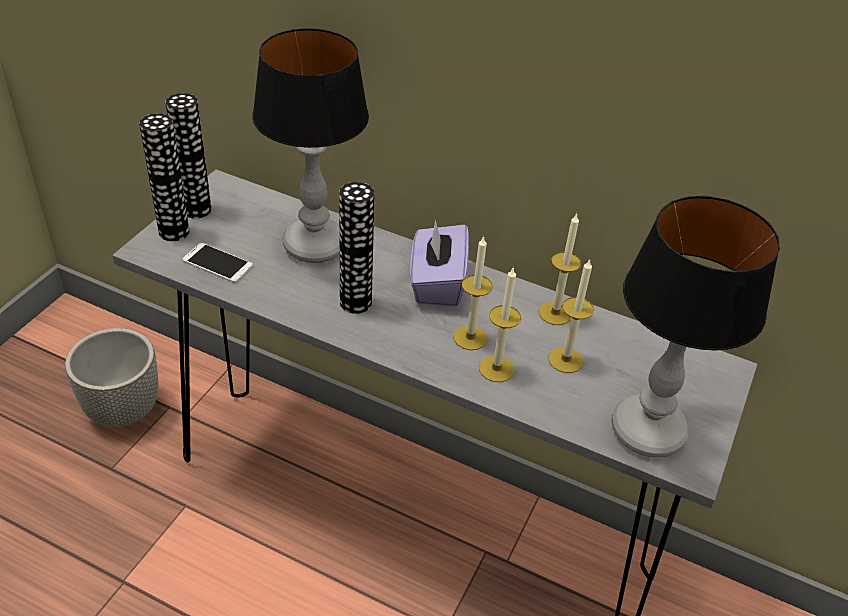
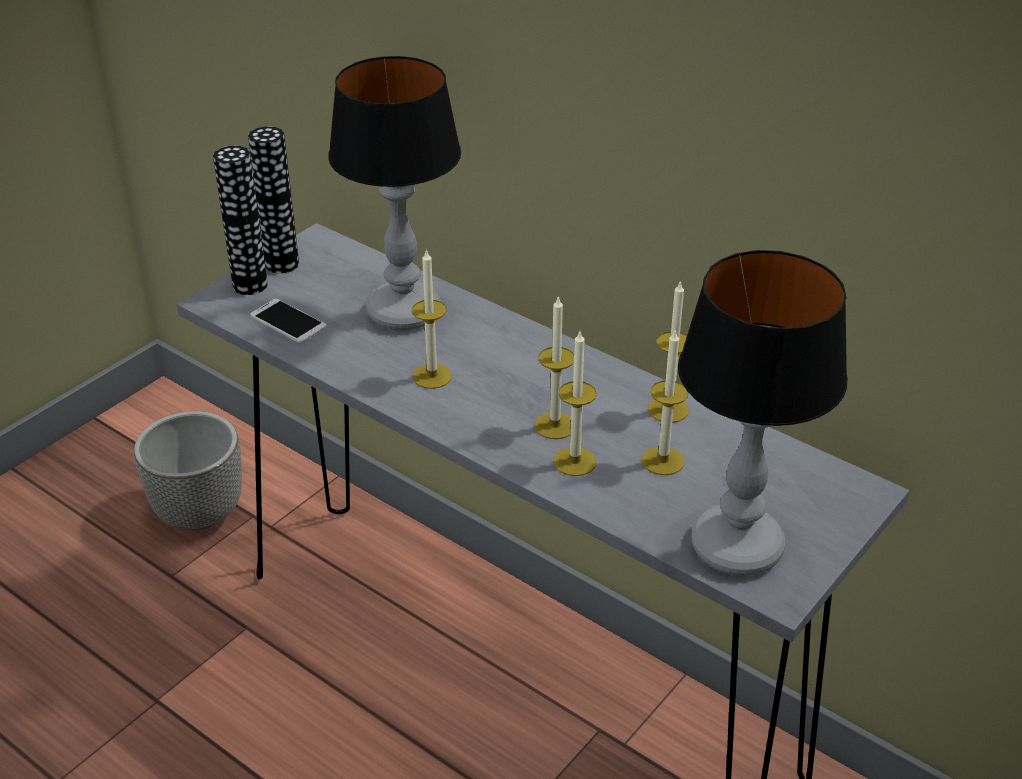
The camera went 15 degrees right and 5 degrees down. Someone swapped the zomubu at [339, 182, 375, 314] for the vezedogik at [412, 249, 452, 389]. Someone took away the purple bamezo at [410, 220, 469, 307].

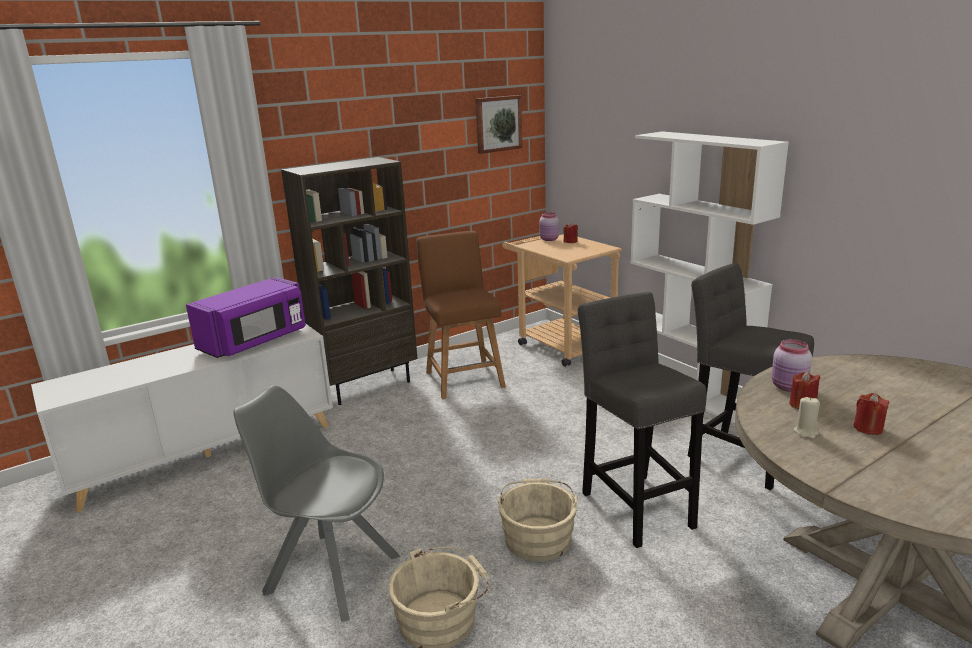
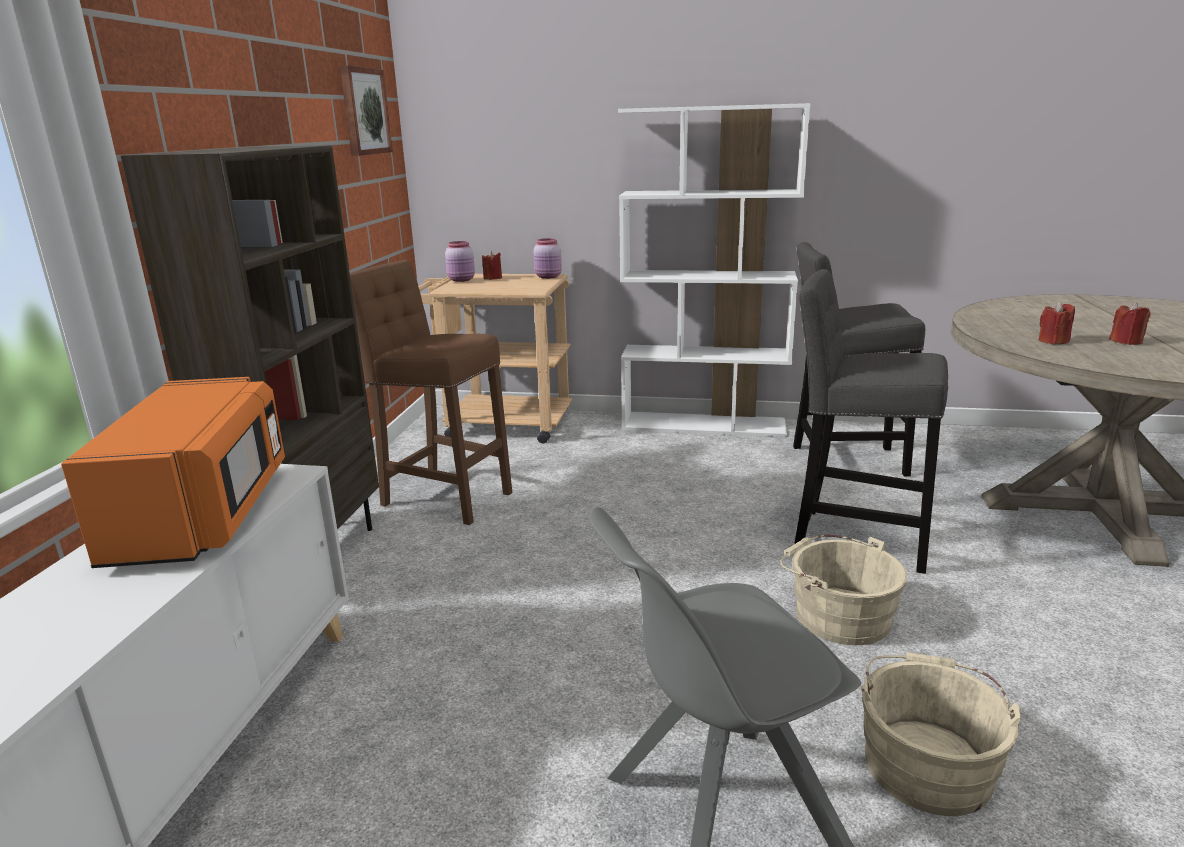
The camera went 45 degrees left and 0 degrees up. Someone repainted the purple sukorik at [186, 277, 306, 358], which became the orange sukorik at [61, 377, 285, 568]. Someone swapped the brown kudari at [416, 231, 506, 399] for the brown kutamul at [350, 260, 512, 525]. Someone carried the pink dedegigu from [771, 339, 812, 392] to [534, 238, 562, 279]. Someone took away the beige vezedogik at [794, 397, 820, 439].

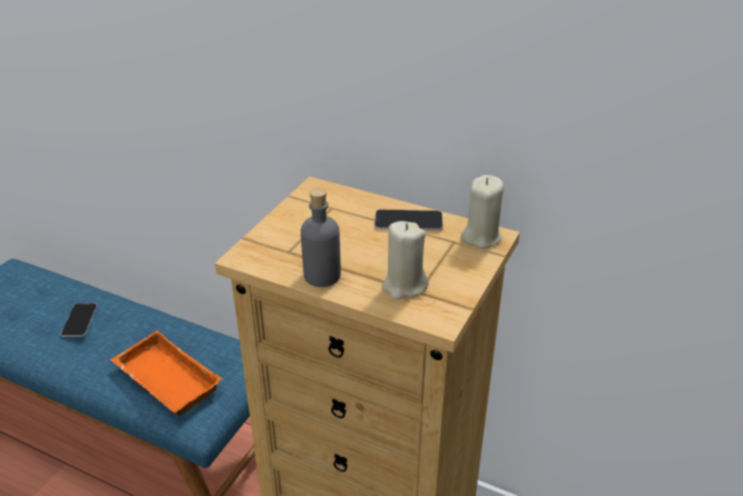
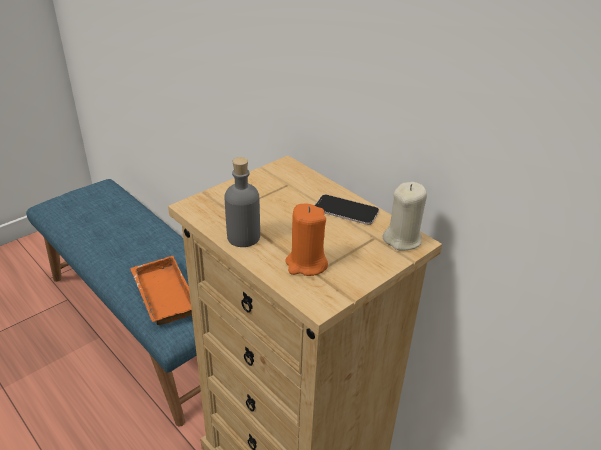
The camera went 20 degrees right and 0 degrees up. Someone repainted the beige vezedogik at [382, 221, 429, 300], which became the orange vezedogik at [285, 204, 328, 276]. Someone took away the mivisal at [61, 303, 98, 337].

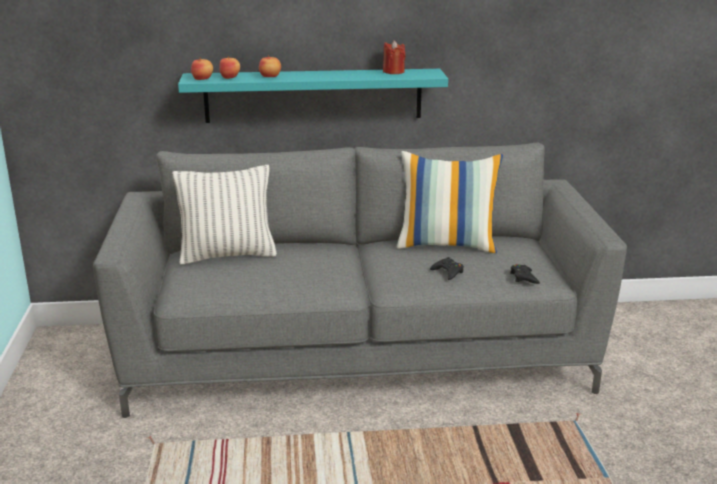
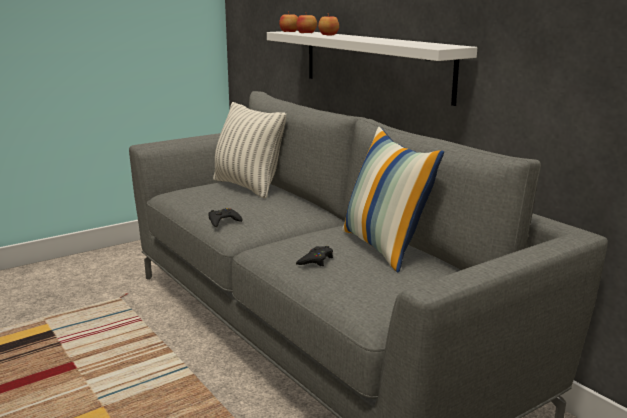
The camera went 60 degrees right and 5 degrees down. Someone carried the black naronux from [510, 264, 540, 284] to [208, 208, 243, 227]. Someone repainted the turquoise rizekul at [178, 69, 448, 123], which became the white rizekul at [267, 31, 477, 106]. Someone took away the red vezedogik at [383, 40, 406, 74].

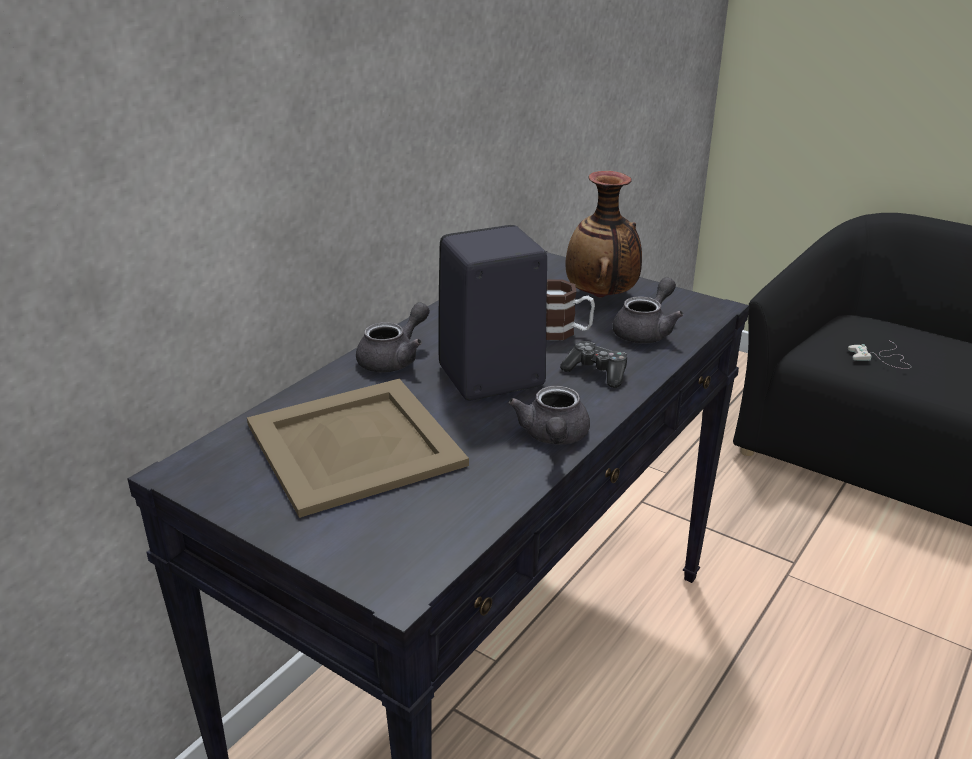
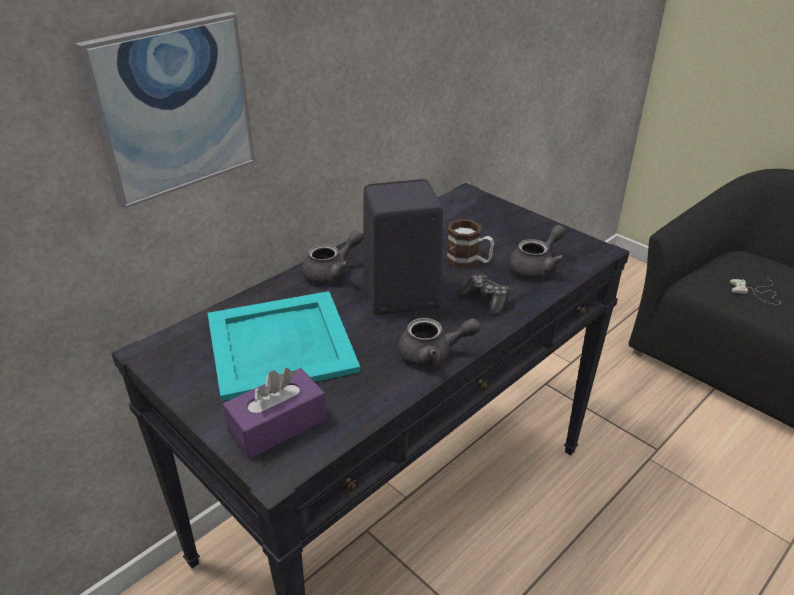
The camera went 10 degrees right and 5 degrees up. Someone put up the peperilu at [75, 12, 255, 209]. Someone repainted the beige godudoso at [247, 379, 469, 518], which became the turquoise godudoso at [208, 291, 361, 401]. Someone put down the purple bamezo at [222, 368, 327, 459]. Someone rotated the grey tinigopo at [508, 386, 590, 445] by 105 degrees counterclockwise. Someone took away the zomubu at [565, 171, 642, 297].

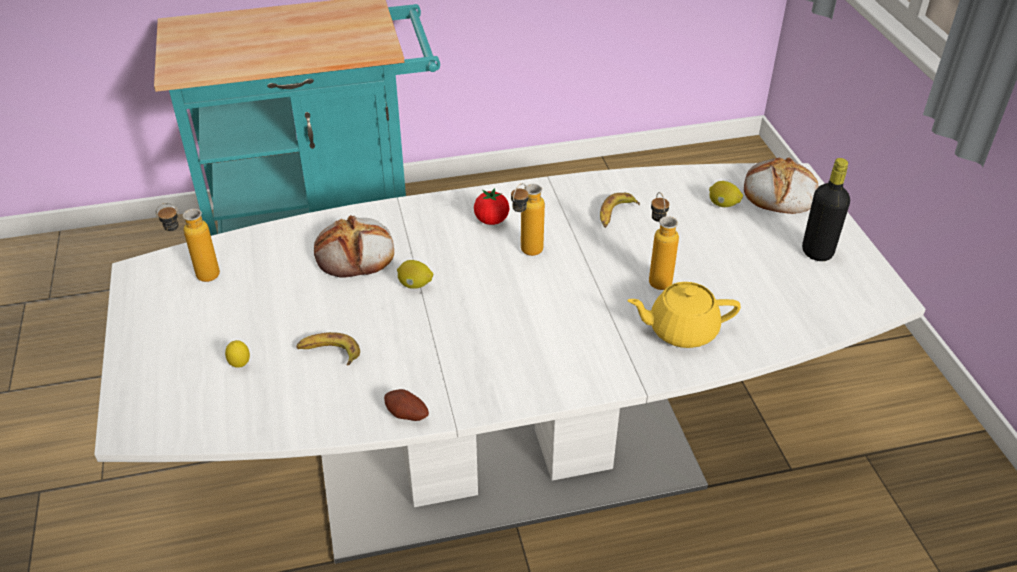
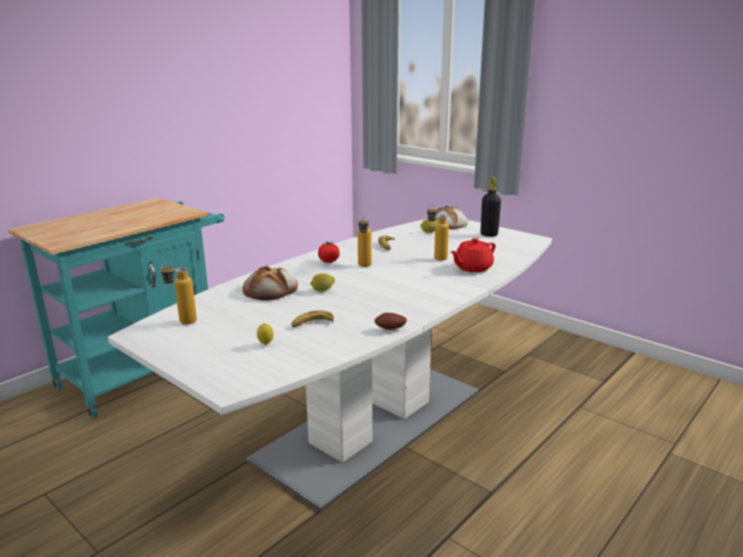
The camera went 35 degrees left and 20 degrees down. Someone repainted the yellow tinigopo at [627, 282, 741, 348], which became the red tinigopo at [450, 238, 495, 272].

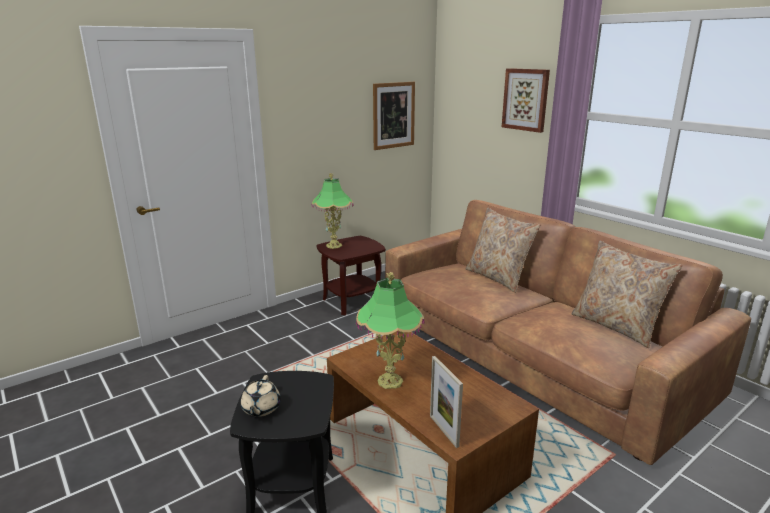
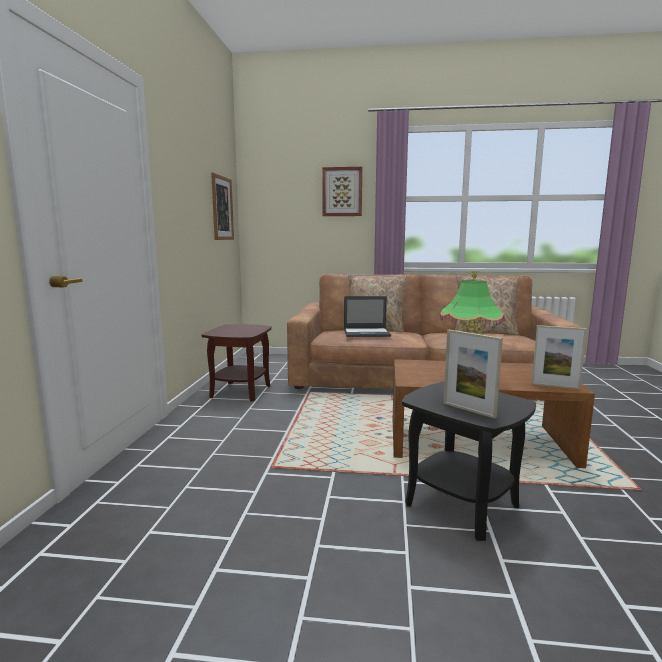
The camera went 45 degrees left and 10 degrees down. Someone put down the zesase at [344, 296, 391, 337]. Someone swapped the beige tinigopo at [241, 375, 281, 417] for the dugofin at [443, 330, 503, 419]. Someone took away the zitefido at [311, 173, 354, 249].

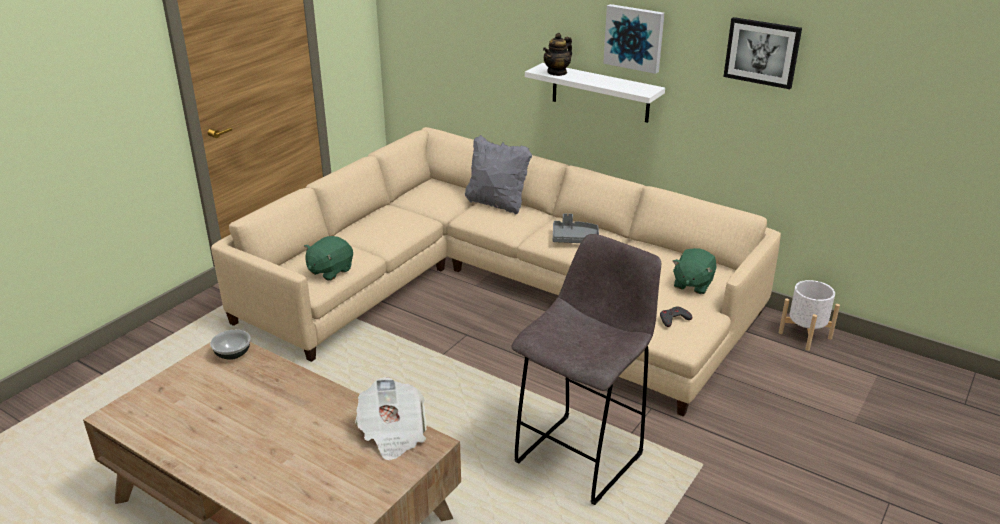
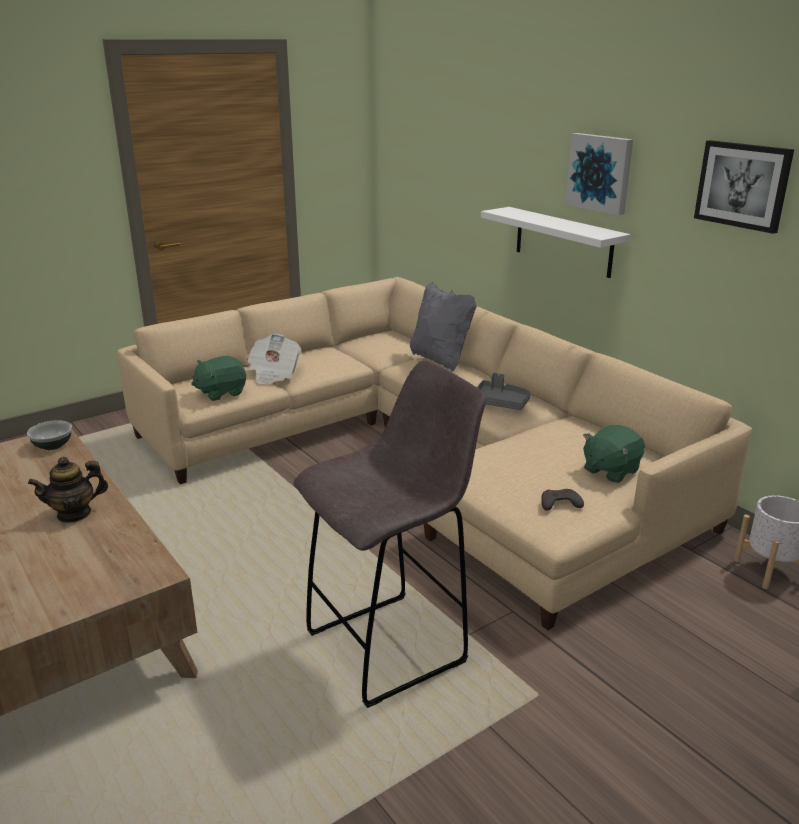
The camera went 20 degrees right and 5 degrees down. Someone carried the tinigopo from [543, 33, 572, 76] to [28, 457, 108, 523]. Someone carried the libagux from [355, 377, 427, 460] to [247, 334, 302, 384].

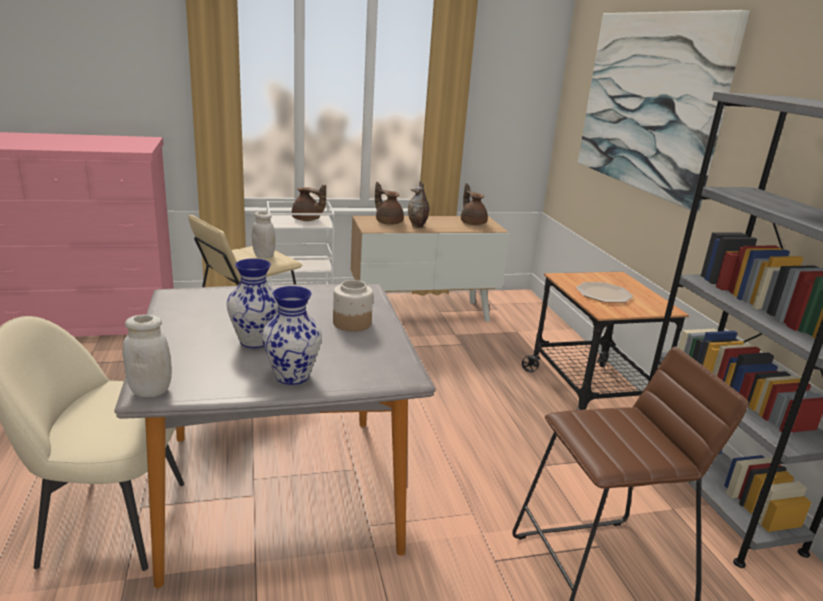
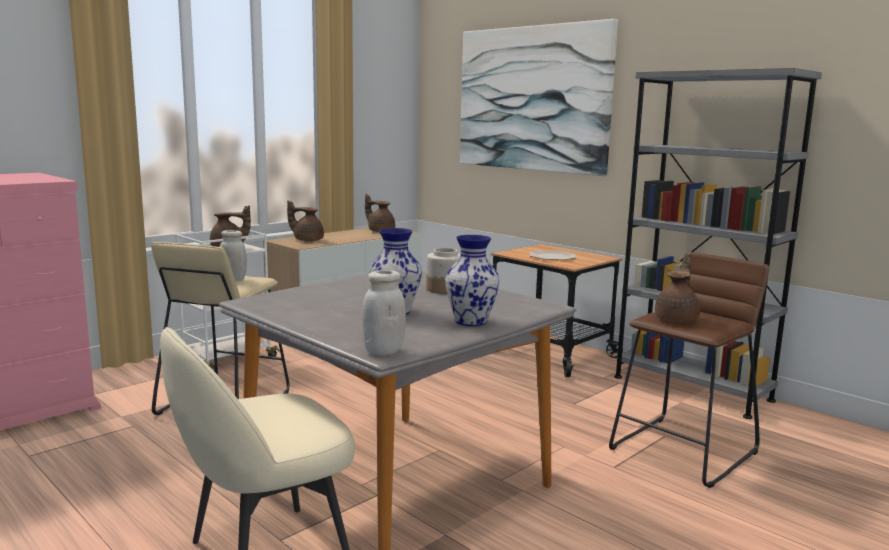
The camera went 30 degrees left and 10 degrees down. Someone put down the brown tinigopo at [655, 257, 700, 322]. Someone took away the zomubu at [408, 181, 430, 228].

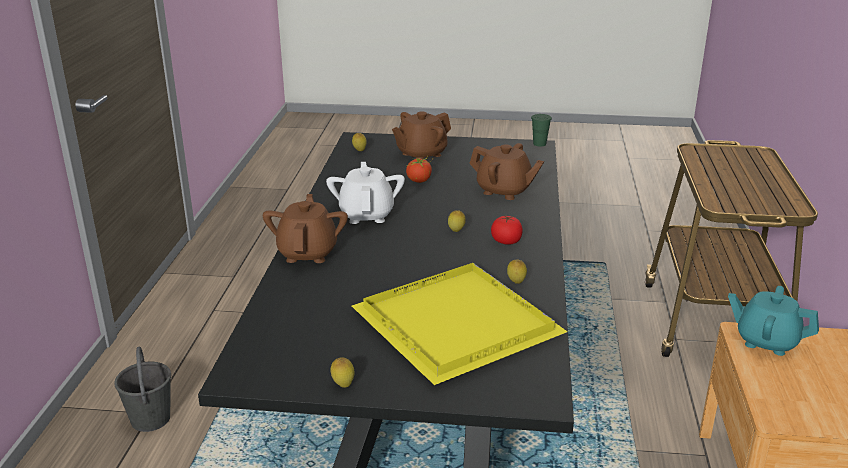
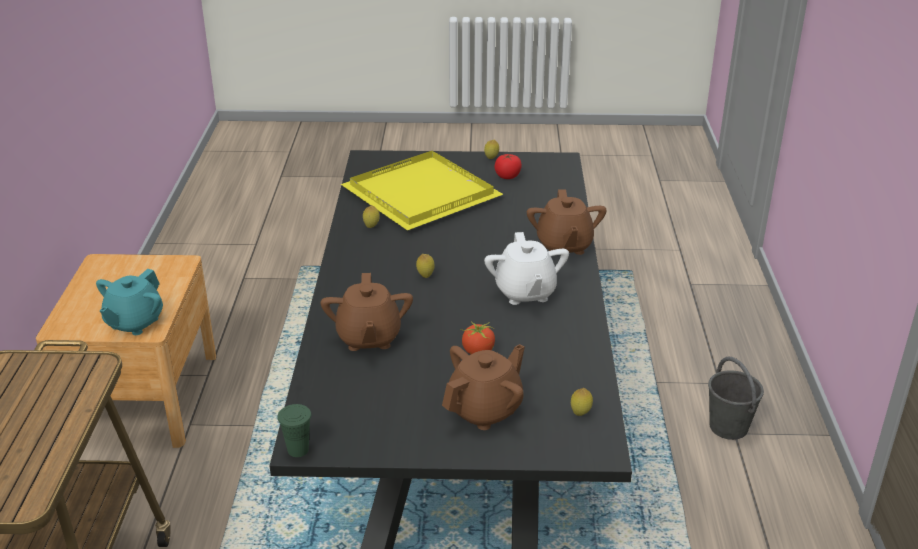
The camera went 175 degrees right and 5 degrees up. Someone rotated the turquoise tinigopo at [728, 286, 819, 356] by 90 degrees clockwise. Someone rotated the brown tinigopo at [469, 143, 544, 200] by 120 degrees counterclockwise. Someone carried the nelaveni from [491, 216, 523, 245] to [495, 154, 522, 179].

